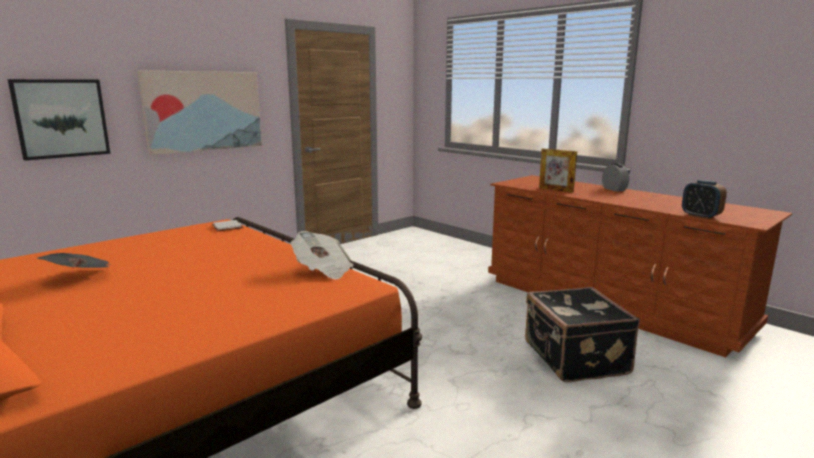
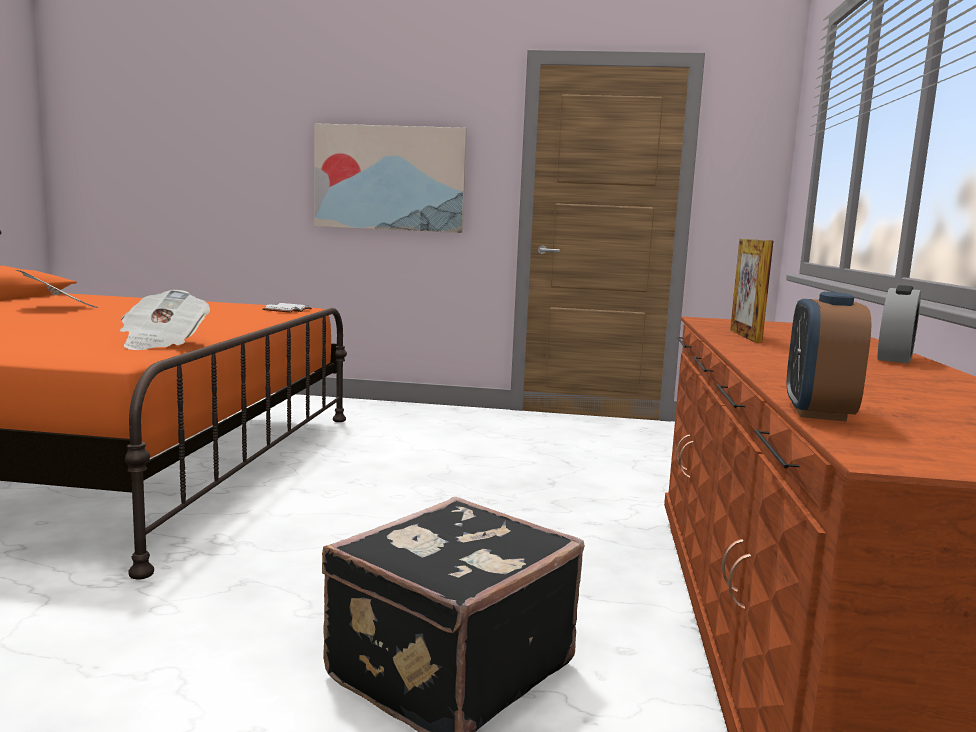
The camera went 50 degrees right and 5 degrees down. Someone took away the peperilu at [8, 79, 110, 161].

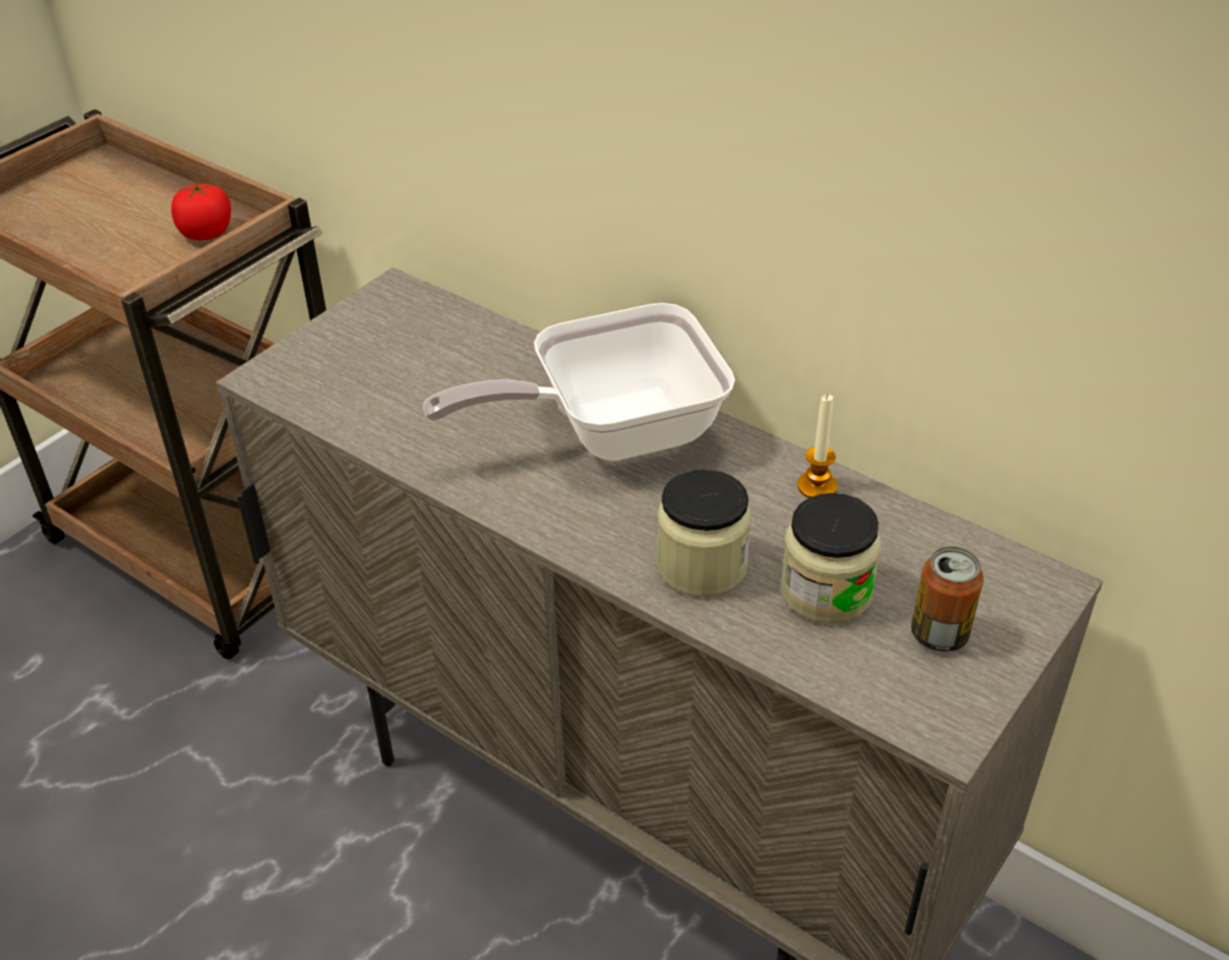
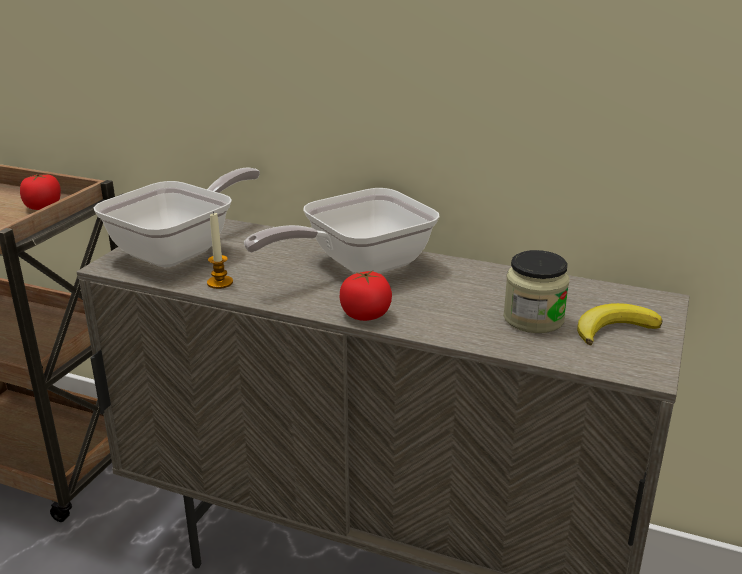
The camera went 15 degrees left and 15 degrees down. Someone put down the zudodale at [94, 168, 260, 268]. Someone carried the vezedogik from [797, 394, 837, 498] to [207, 211, 233, 289]. Someone put down the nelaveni at [340, 271, 392, 321]. Someone swapped the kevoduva at [911, 546, 984, 652] for the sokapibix at [577, 303, 663, 345]. Someone took away the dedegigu at [657, 469, 751, 597].

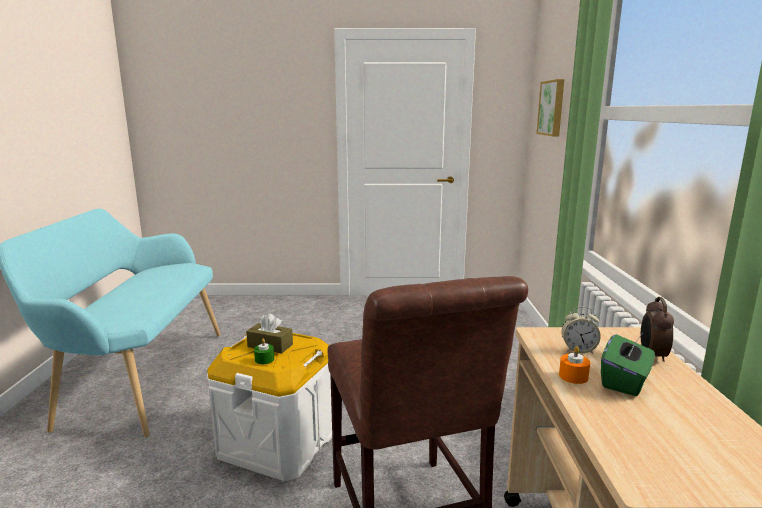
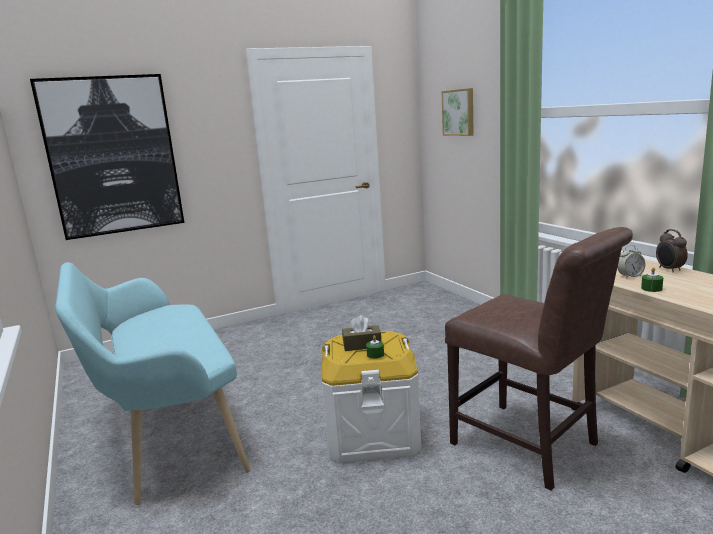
The camera went 25 degrees left and 0 degrees up. Someone put up the peperilu at [30, 74, 184, 240]. Someone repainted the orange vezedogik at [559, 346, 590, 384], which became the green vezedogik at [641, 267, 663, 292]. Someone took away the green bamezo at [601, 334, 655, 396].

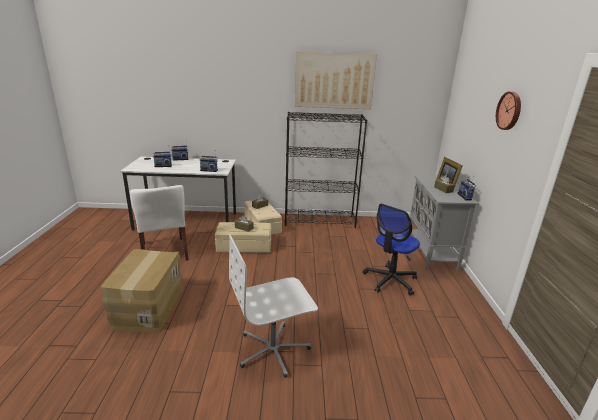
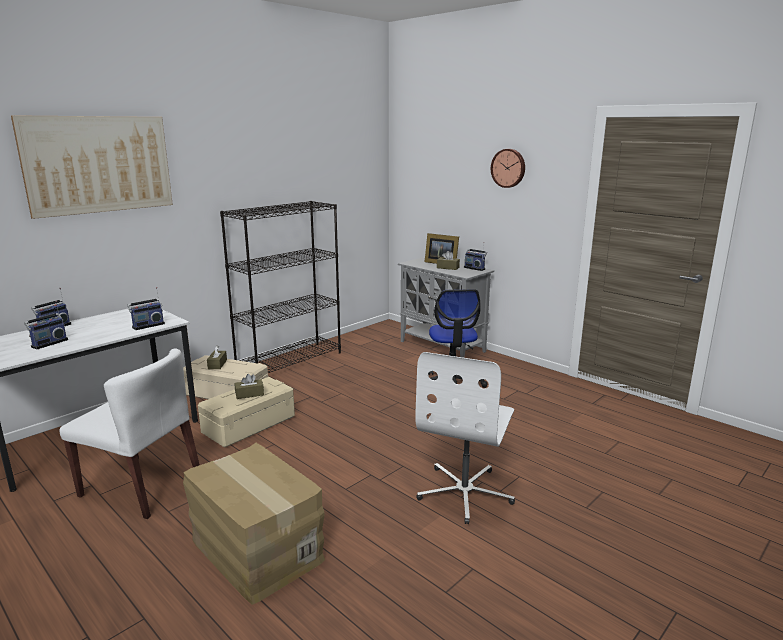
The camera went 45 degrees left and 5 degrees down. Someone carried the peperilu from [295, 52, 377, 109] to [11, 115, 173, 219].

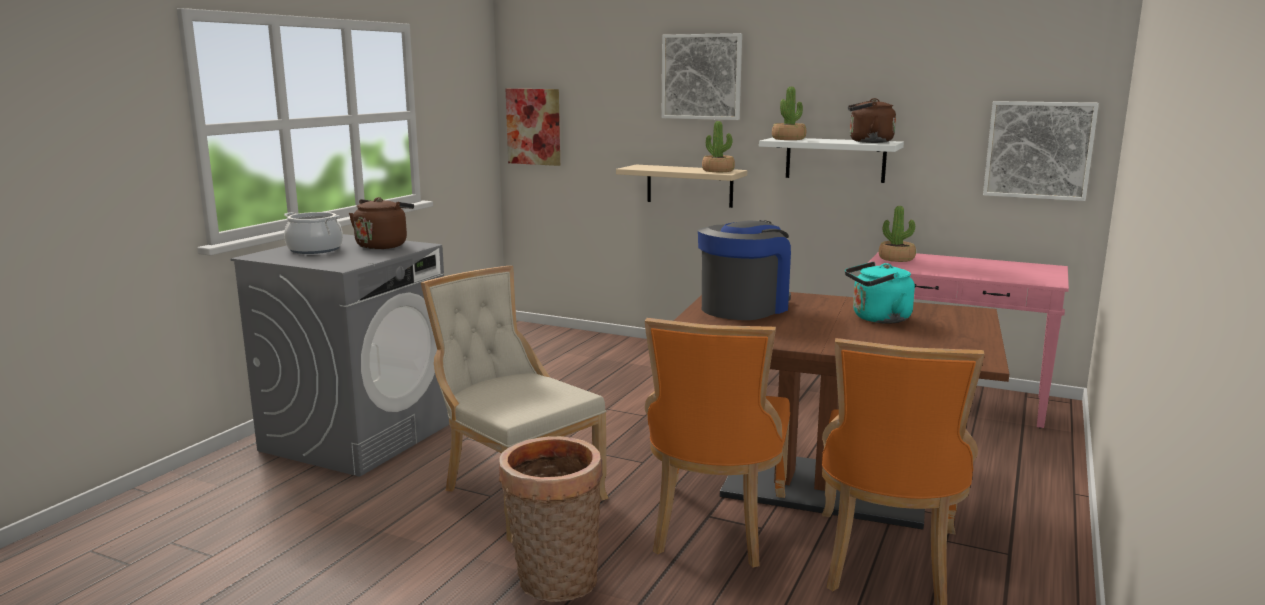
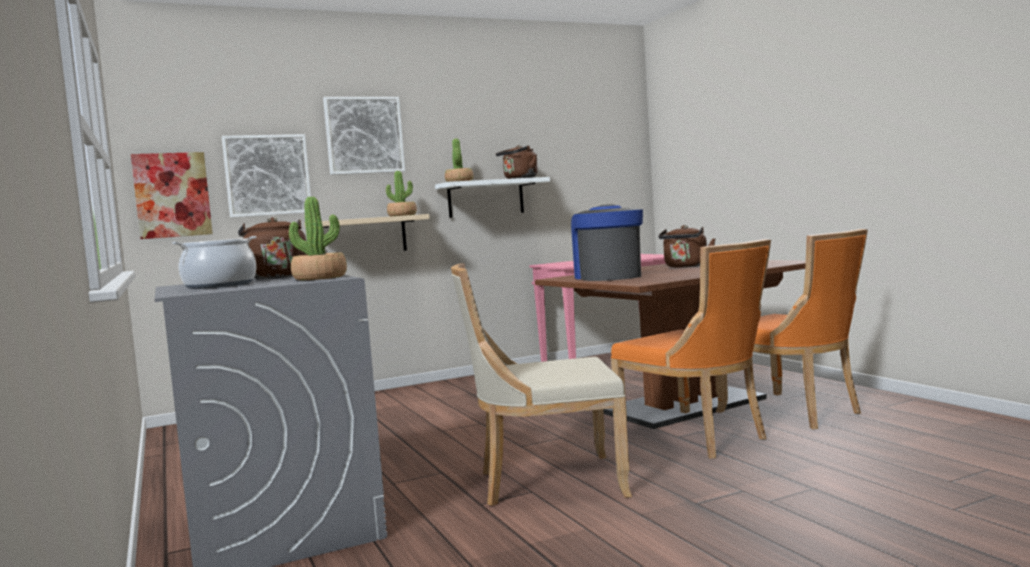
The camera went 50 degrees left and 10 degrees down. Someone carried the peperilu from [983, 101, 1099, 201] to [222, 134, 311, 218]. Someone carried the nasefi from [879, 206, 916, 262] to [289, 197, 347, 280]. Someone repainted the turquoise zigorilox at [845, 262, 915, 324], which became the brown zigorilox at [658, 225, 716, 268]. Someone took away the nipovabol at [499, 436, 603, 602].

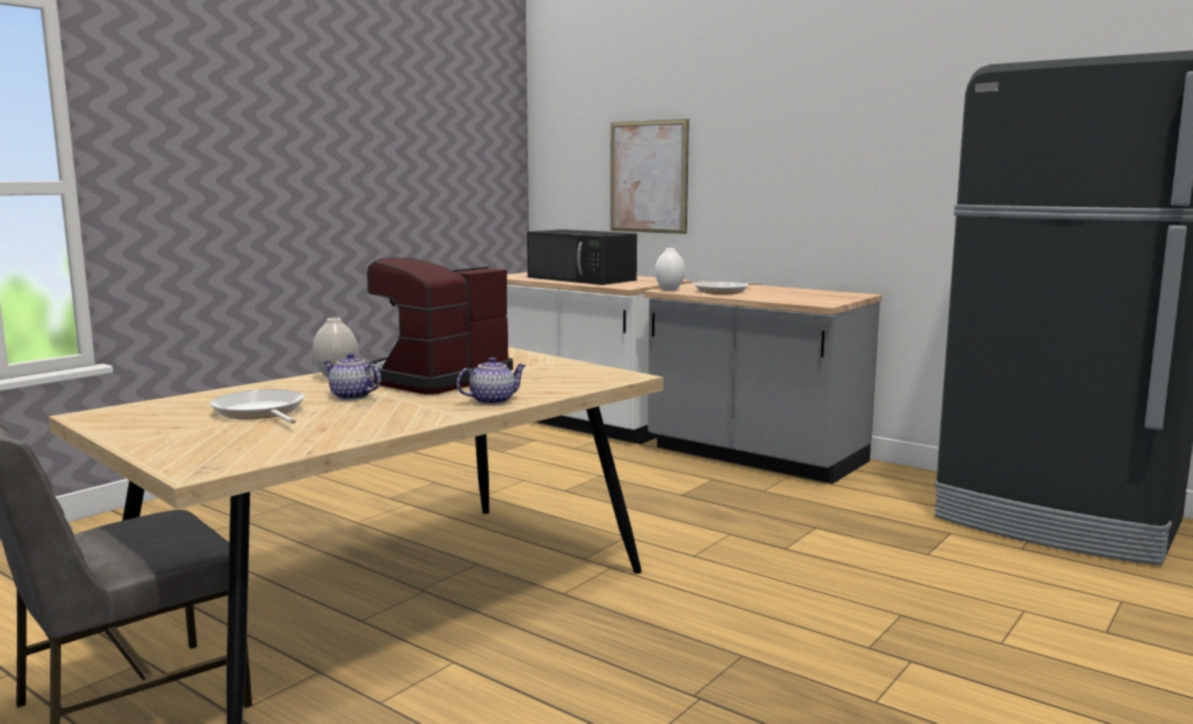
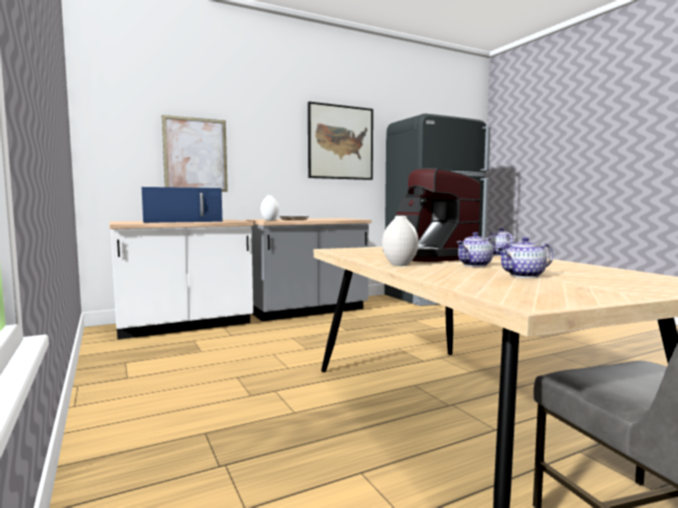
The camera went 65 degrees left and 5 degrees down. Someone repainted the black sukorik at [527, 229, 637, 285], which became the blue sukorik at [142, 187, 222, 223]. Someone put up the peperilu at [308, 102, 373, 180]. Someone swapped the zudodale at [210, 389, 304, 424] for the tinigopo at [497, 237, 553, 278].

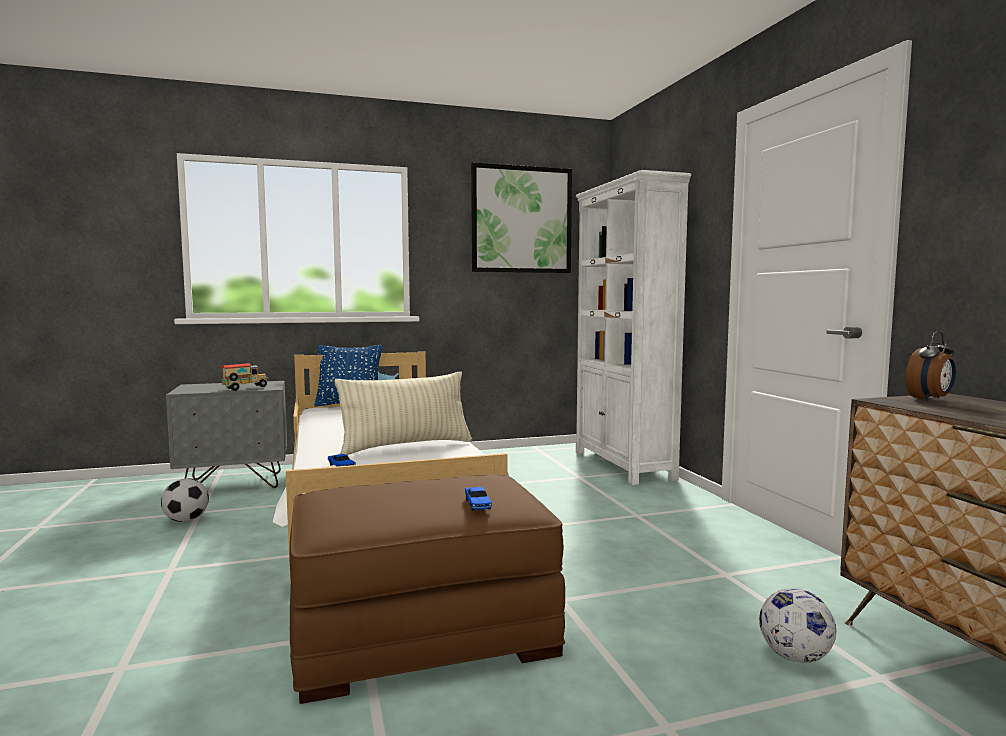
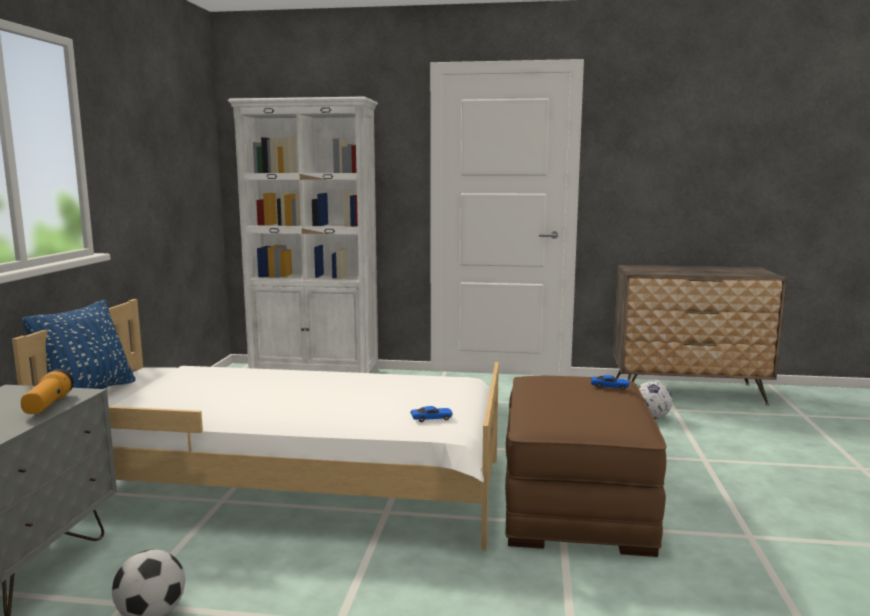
The camera went 65 degrees left and 5 degrees up. Someone swapped the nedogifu at [221, 363, 269, 391] for the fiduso at [21, 369, 74, 414]. Someone took away the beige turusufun at [335, 372, 472, 455]. Someone took away the peperilu at [471, 163, 572, 273]. Someone took away the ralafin at [906, 331, 956, 401].

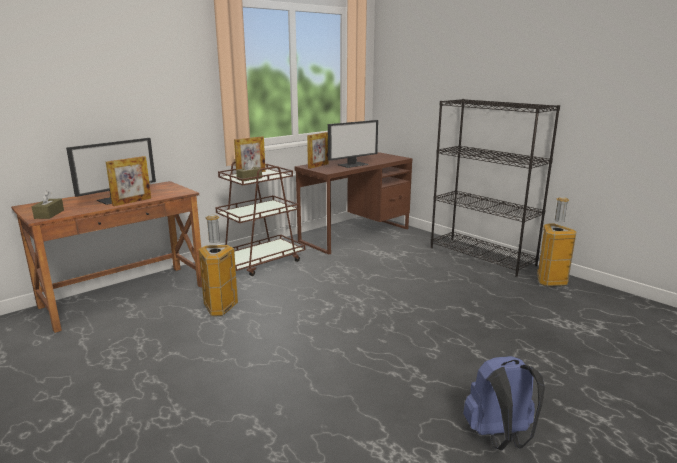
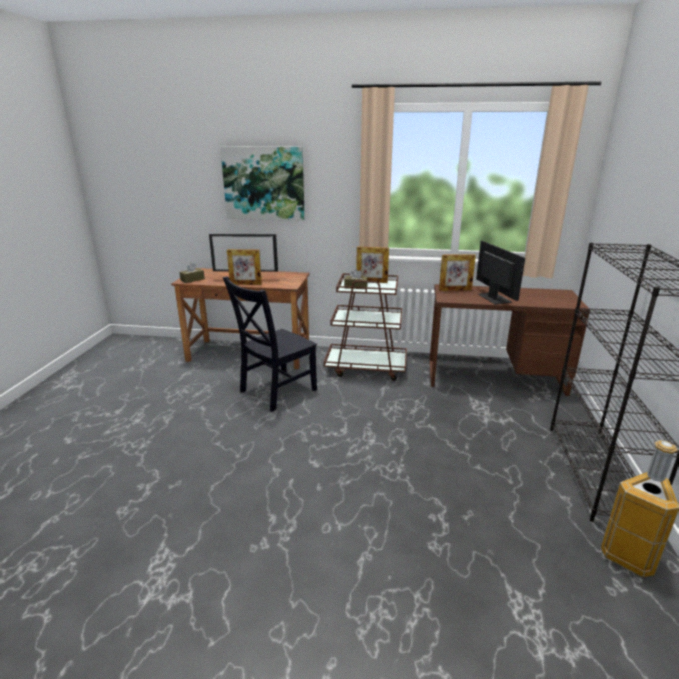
The camera went 50 degrees right and 5 degrees up. Someone put up the peperilu at [220, 146, 305, 221]. Someone swapped the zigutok at [199, 215, 238, 316] for the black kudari at [223, 277, 317, 412]. Someone rotated the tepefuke at [328, 120, 378, 168] by 120 degrees counterclockwise. Someone took away the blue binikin at [463, 356, 545, 450].

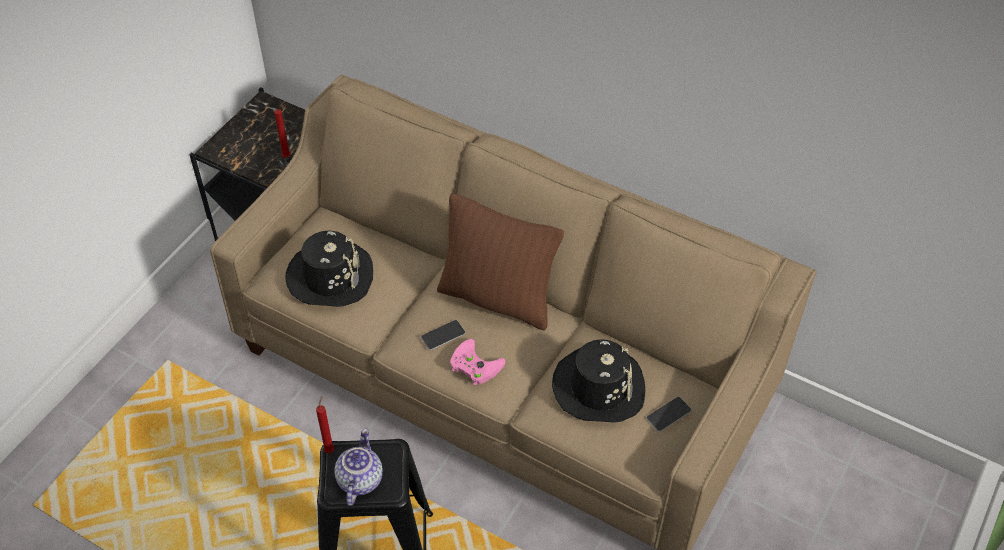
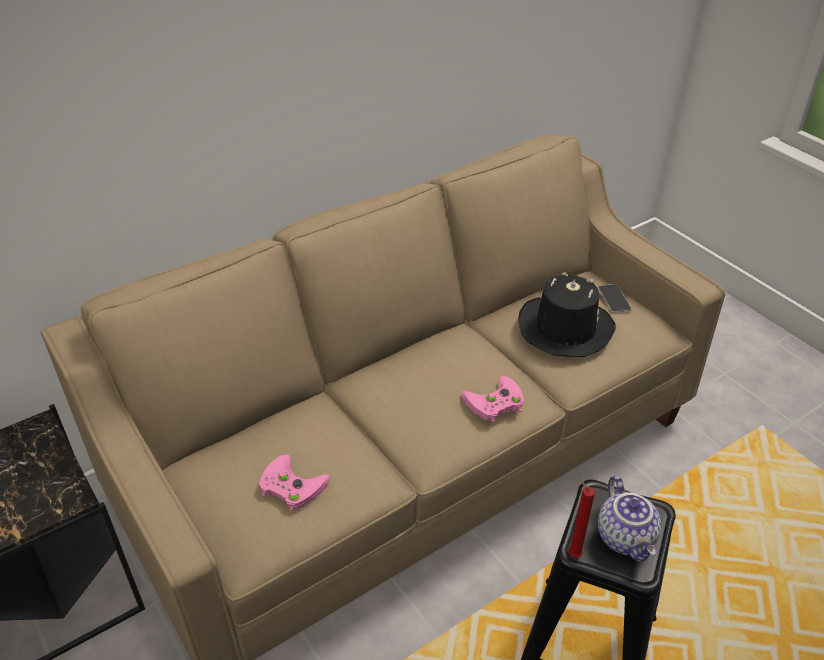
The camera went 65 degrees left and 10 degrees down. Someone swapped the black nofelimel at [285, 231, 373, 307] for the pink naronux at [259, 454, 330, 511]. Someone rotated the tinigopo at [334, 429, 383, 506] by 135 degrees counterclockwise. Someone took away the red vezedogik at [273, 109, 290, 158]. Someone took away the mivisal at [421, 320, 466, 350]. Someone took away the brown turusufun at [437, 193, 564, 331].

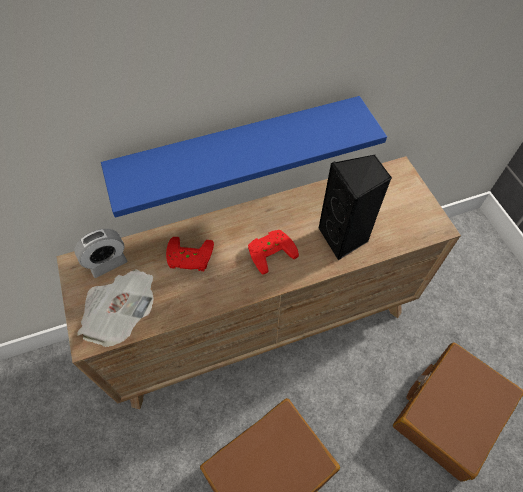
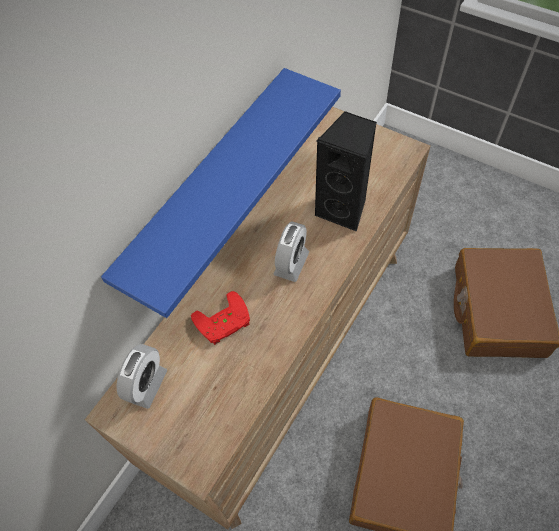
The camera went 35 degrees left and 0 degrees up. Someone swapped the red naronux at [248, 230, 299, 275] for the ralafin at [274, 222, 309, 282]. Someone took away the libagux at [77, 269, 154, 347].

